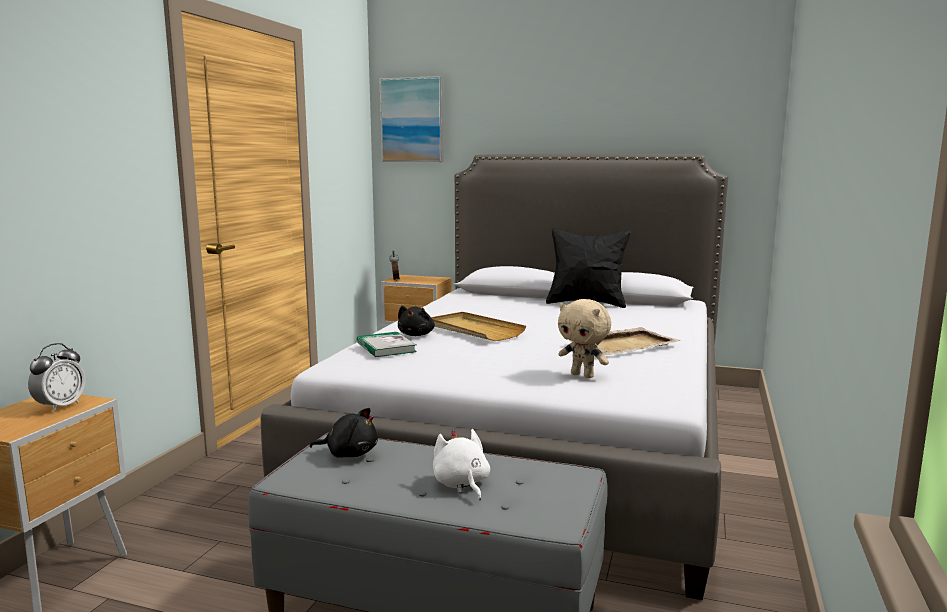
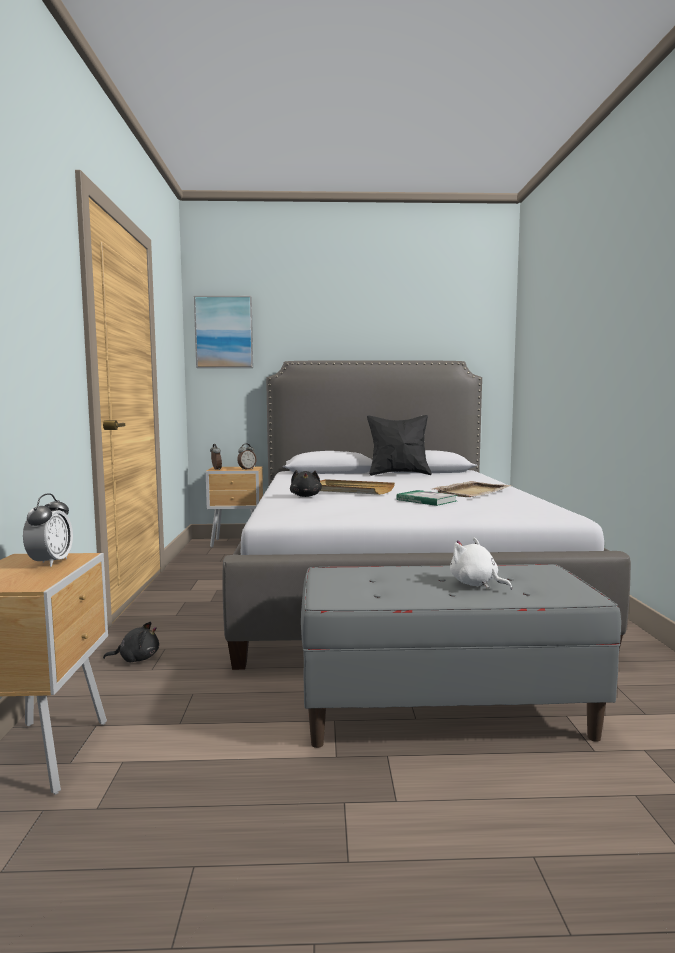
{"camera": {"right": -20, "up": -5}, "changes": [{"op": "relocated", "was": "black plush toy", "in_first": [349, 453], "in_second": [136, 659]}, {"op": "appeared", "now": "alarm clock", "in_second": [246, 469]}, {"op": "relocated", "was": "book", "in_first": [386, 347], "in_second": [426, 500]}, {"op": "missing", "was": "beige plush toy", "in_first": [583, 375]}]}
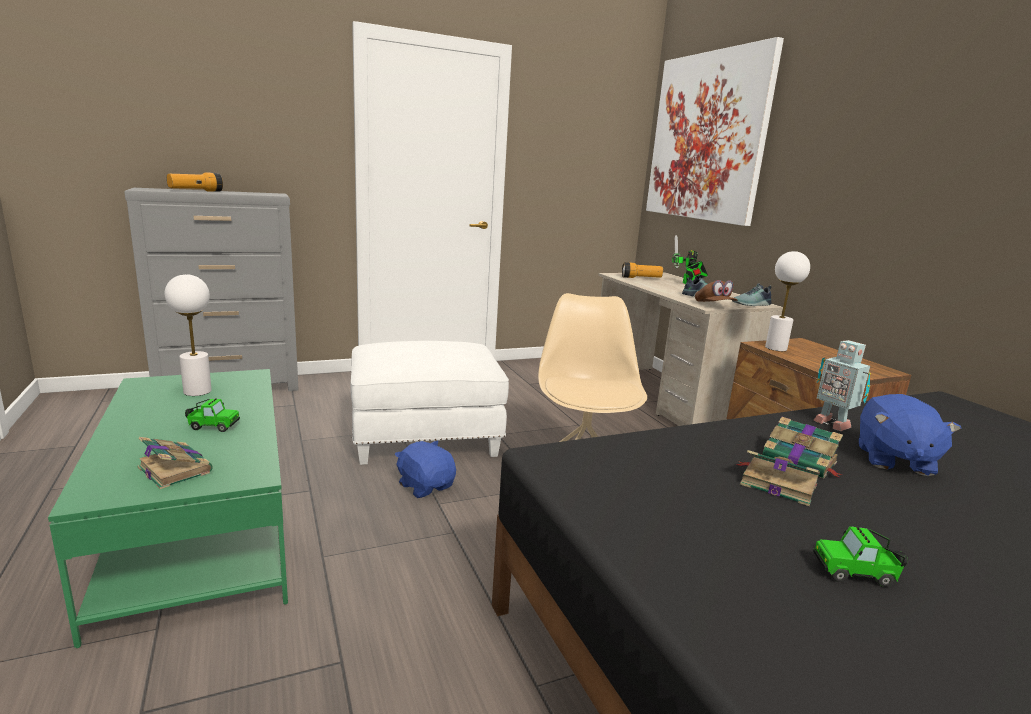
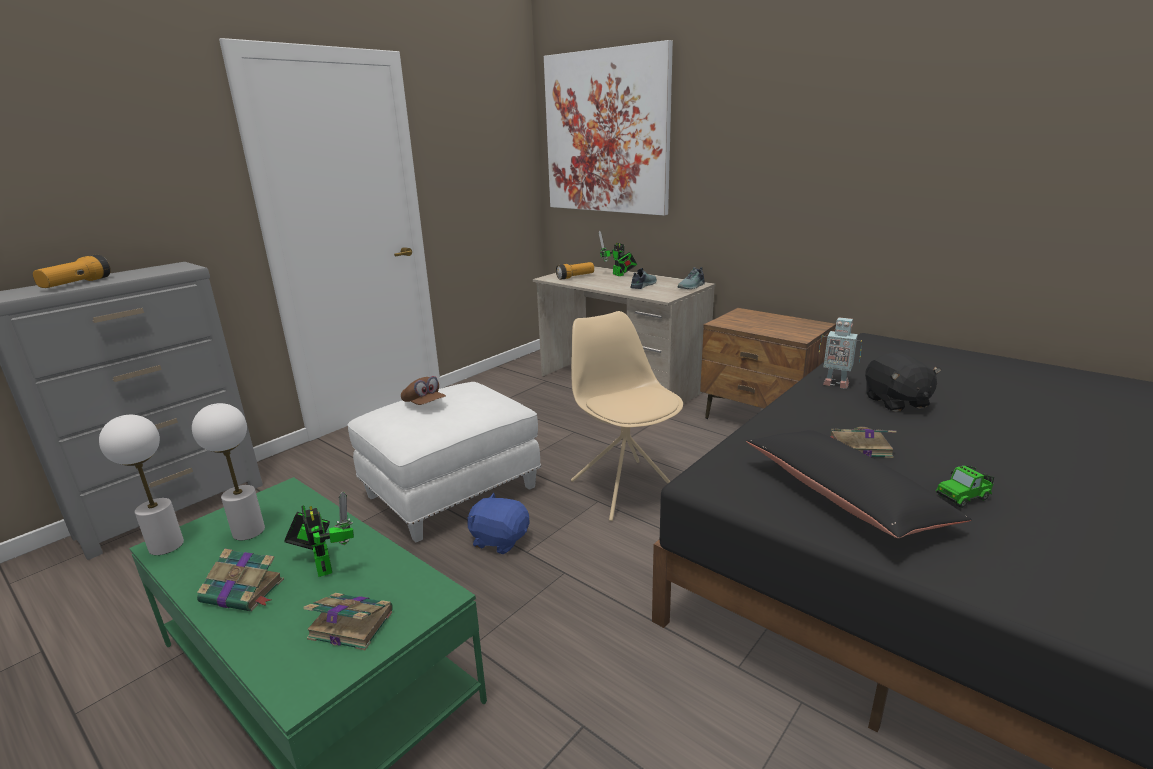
{"camera": {"right": -25, "up": 5}, "changes": [{"op": "relocated", "was": "white table lamp", "in_first": [775, 348], "in_second": [166, 545]}, {"op": "relocated", "was": "book", "in_first": [800, 461], "in_second": [244, 591]}, {"op": "exchanged", "was": "toy car", "now": "toy robot", "in_first": [212, 426], "in_second": [323, 564]}, {"op": "relocated", "was": "brown cap", "in_first": [714, 305], "in_second": [424, 404]}, {"op": "appeared", "now": "black pillow", "in_second": [844, 497]}, {"op": "colour", "was": "blue plush toy", "now": "black plush toy", "in_first": [893, 460], "in_second": [896, 402]}]}
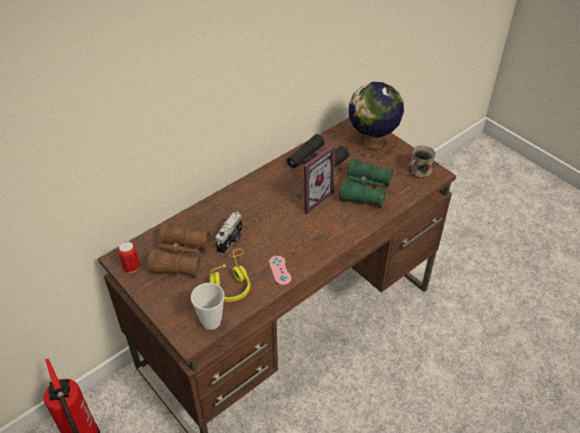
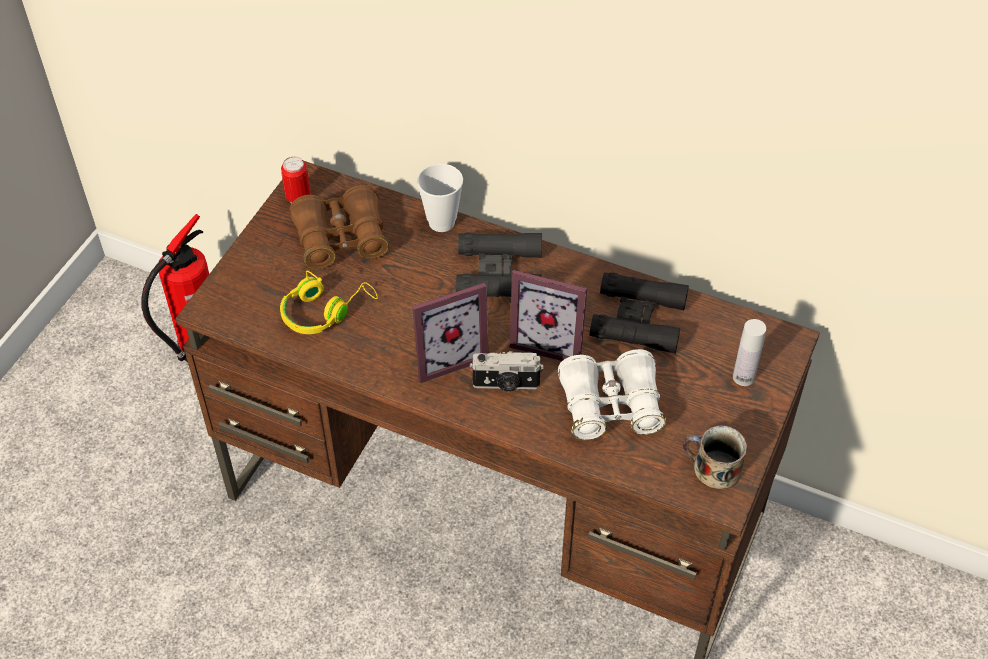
{"camera": {"right": 65, "up": 5}, "changes": [{"op": "appeared", "now": "picture frame", "in_second": [446, 355]}, {"op": "relocated", "was": "cup", "in_first": [211, 321], "in_second": [441, 222]}, {"op": "appeared", "now": "black binoculars", "in_second": [499, 273]}, {"op": "relocated", "was": "photo camera", "in_first": [231, 241], "in_second": [506, 384]}, {"op": "colour", "was": "green binoculars", "now": "white binoculars", "in_first": [365, 191], "in_second": [610, 406]}, {"op": "exchanged", "was": "globe", "now": "white bottle", "in_first": [372, 142], "in_second": [743, 377]}, {"op": "missing", "was": "pink game controller", "in_first": [280, 270]}]}
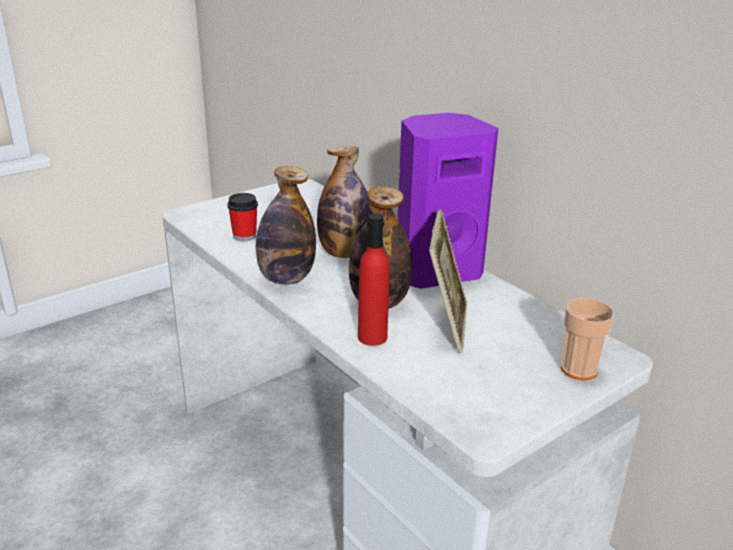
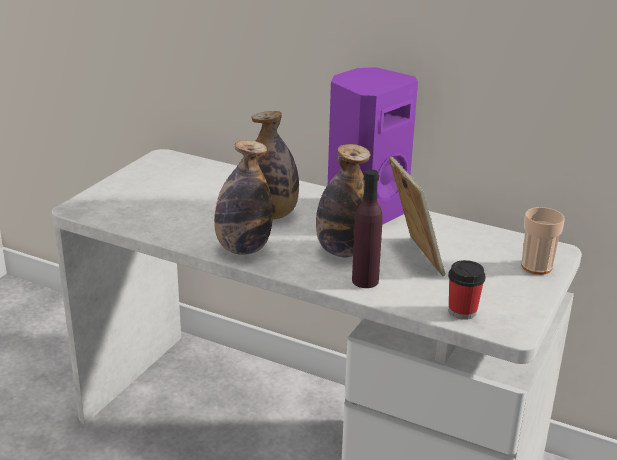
{"camera": {"right": -25, "up": 0}, "changes": [{"op": "colour", "was": "red bottle", "now": "purple bottle", "in_first": [372, 337], "in_second": [365, 281]}, {"op": "relocated", "was": "cup", "in_first": [244, 236], "in_second": [462, 311]}]}
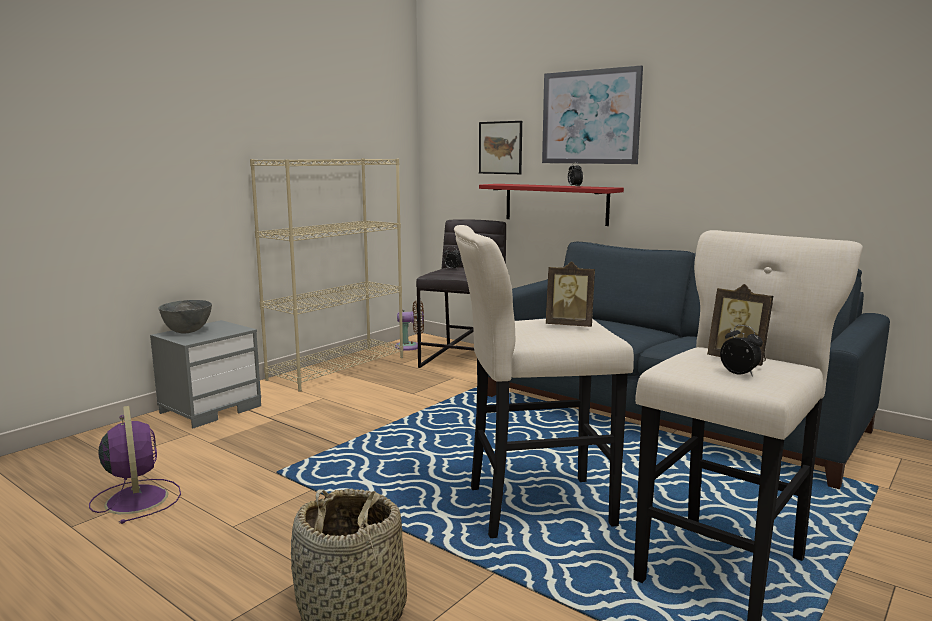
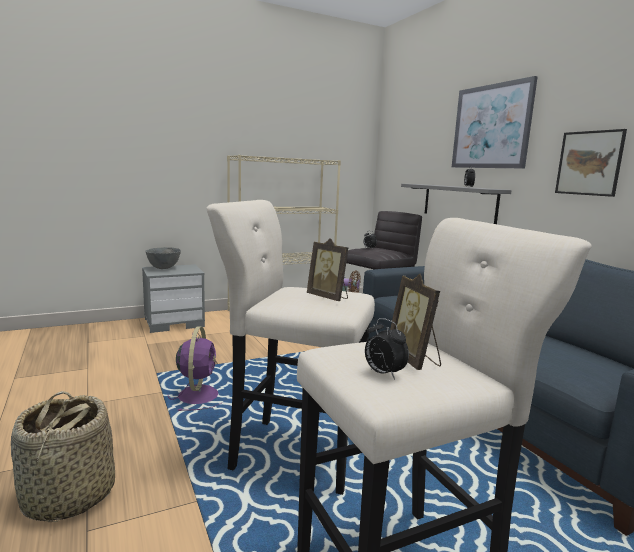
{"camera": {"right": 25, "up": 0}, "changes": [{"op": "relocated", "was": "purple fan", "in_first": [136, 499], "in_second": [198, 394]}, {"op": "spun", "was": "alarm clock", "in_first": [740, 374], "in_second": [383, 373], "clockwise": 150}, {"op": "colour", "was": "red shelf", "now": "grey shelf", "in_first": [555, 204], "in_second": [459, 202]}, {"op": "relocated", "was": "picture", "in_first": [500, 147], "in_second": [589, 163]}]}
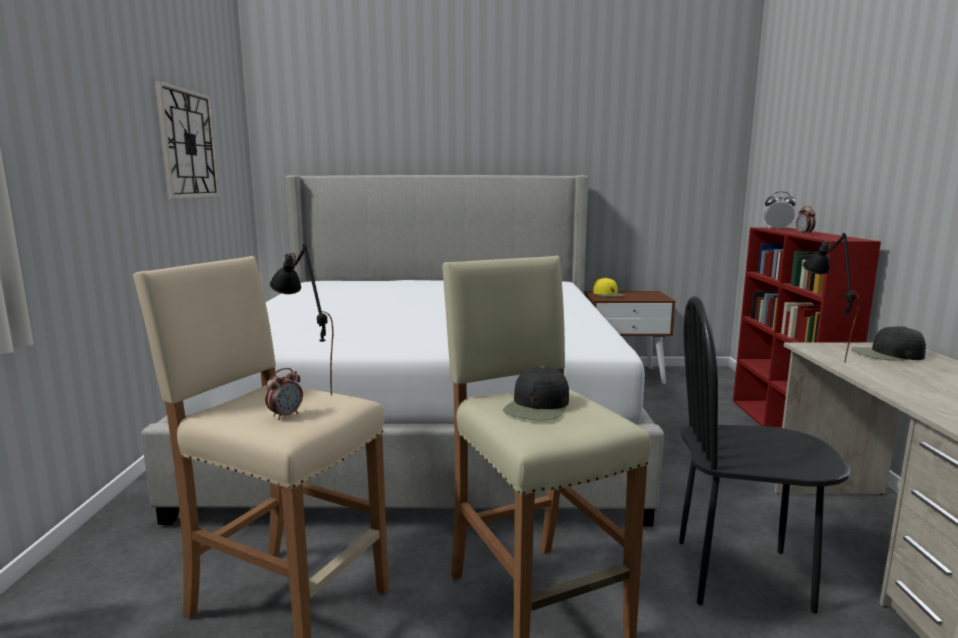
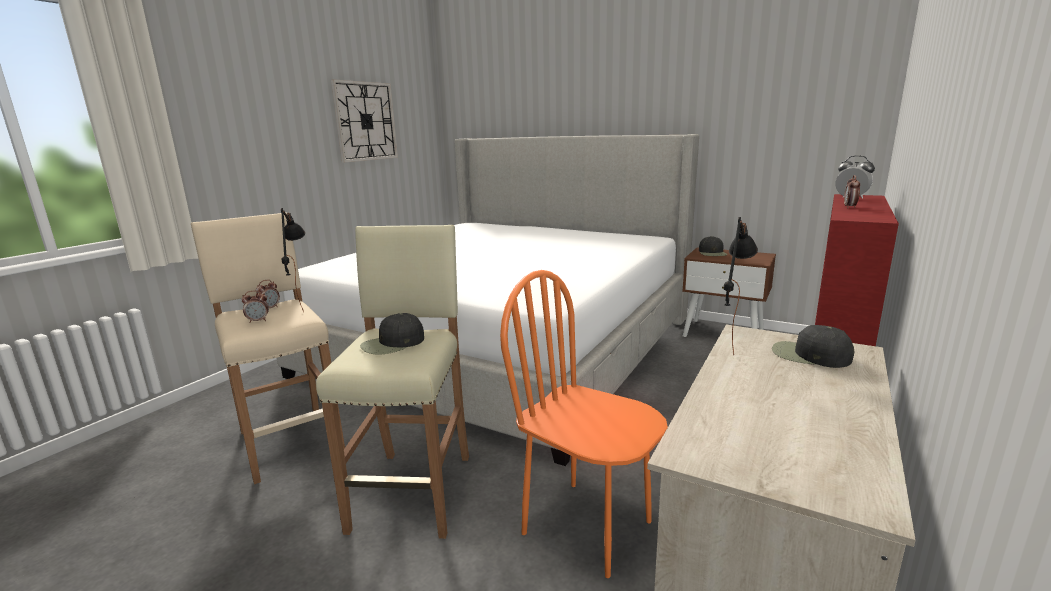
{"camera": {"right": 30, "up": 5}, "changes": [{"op": "appeared", "now": "alarm clock", "in_second": [270, 308]}, {"op": "colour", "was": "black chair", "now": "orange chair", "in_first": [741, 575], "in_second": [587, 526]}, {"op": "colour", "was": "yellow cap", "now": "black cap", "in_first": [608, 294], "in_second": [712, 253]}]}
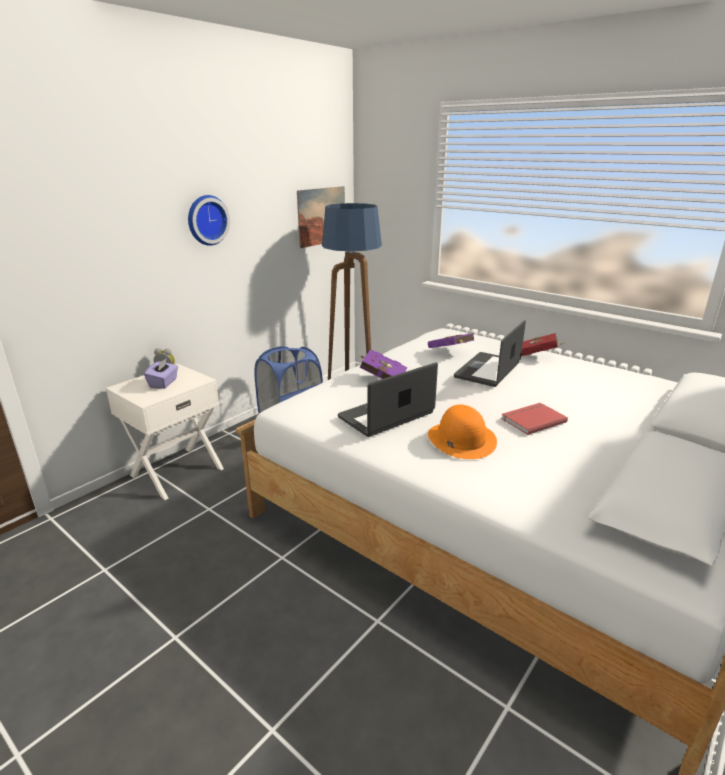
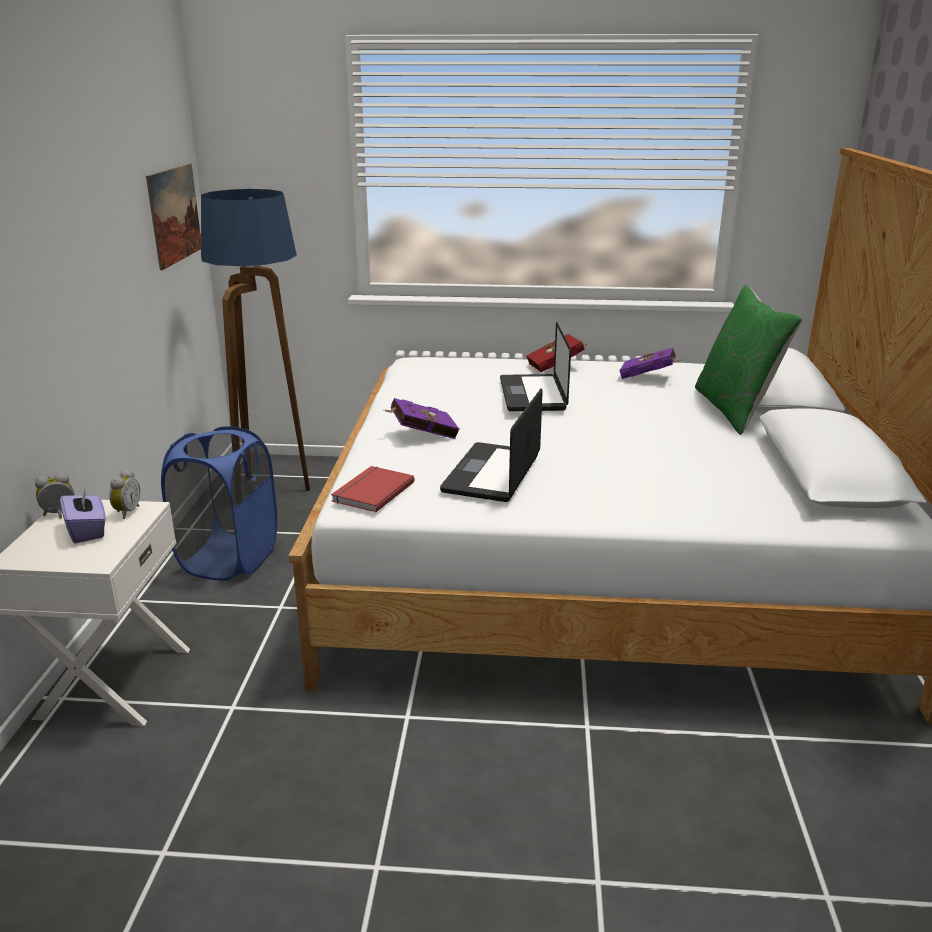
{"camera": {"right": -35, "up": 0}, "changes": [{"op": "appeared", "now": "alarm clock", "in_second": [126, 512]}, {"op": "relocated", "was": "red book", "in_first": [532, 420], "in_second": [371, 491]}, {"op": "relocated", "was": "purple book", "in_first": [450, 352], "in_second": [649, 378]}, {"op": "appeared", "now": "green pillow", "in_second": [735, 410]}, {"op": "missing", "was": "wall clock", "in_first": [206, 220]}, {"op": "missing", "was": "orange hat", "in_first": [461, 439]}]}
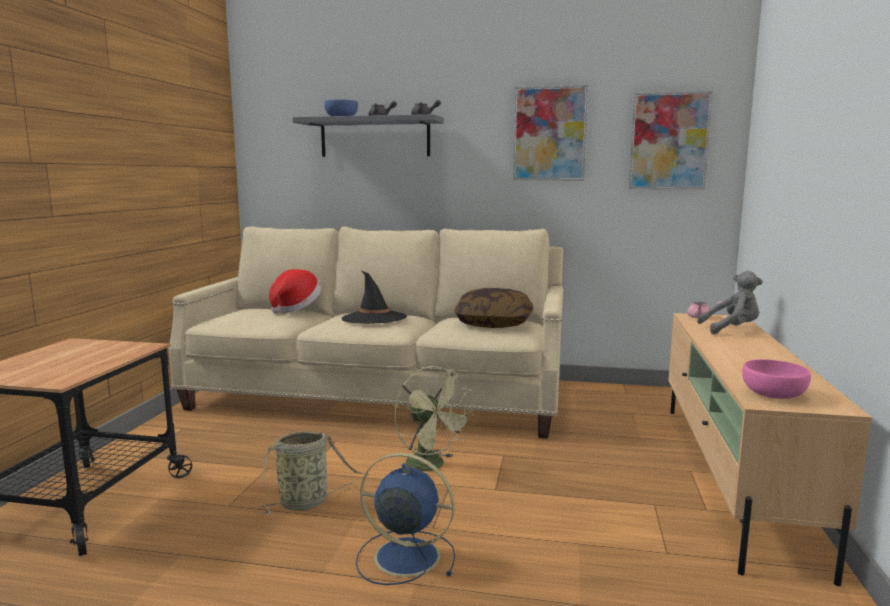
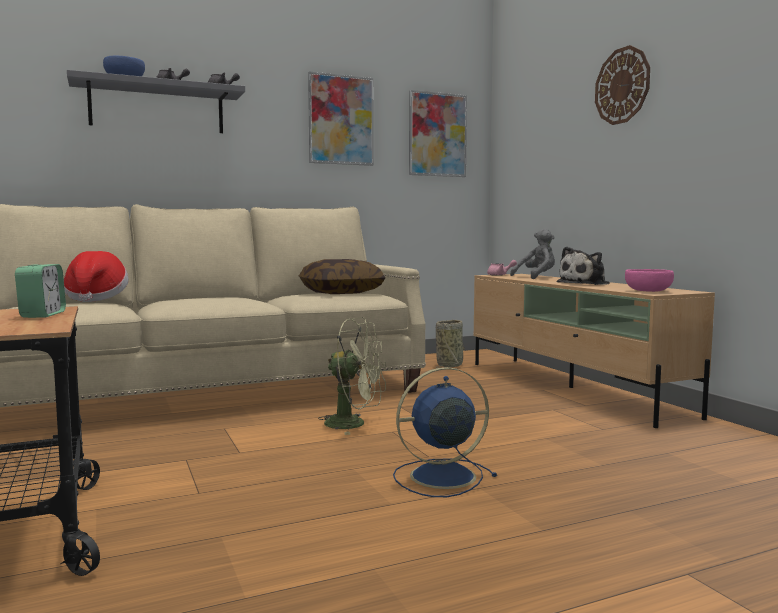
{"camera": {"right": -35, "up": -5}, "changes": [{"op": "appeared", "now": "alarm clock", "in_second": [42, 315]}, {"op": "relocated", "was": "basket", "in_first": [307, 503], "in_second": [450, 365]}, {"op": "appeared", "now": "plush toy", "in_second": [585, 284]}, {"op": "appeared", "now": "wall clock", "in_second": [622, 86]}, {"op": "missing", "was": "black hat", "in_first": [374, 318]}]}
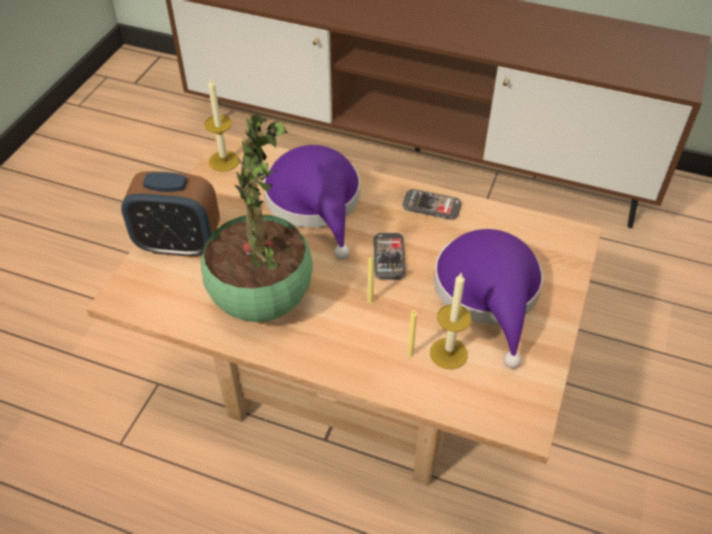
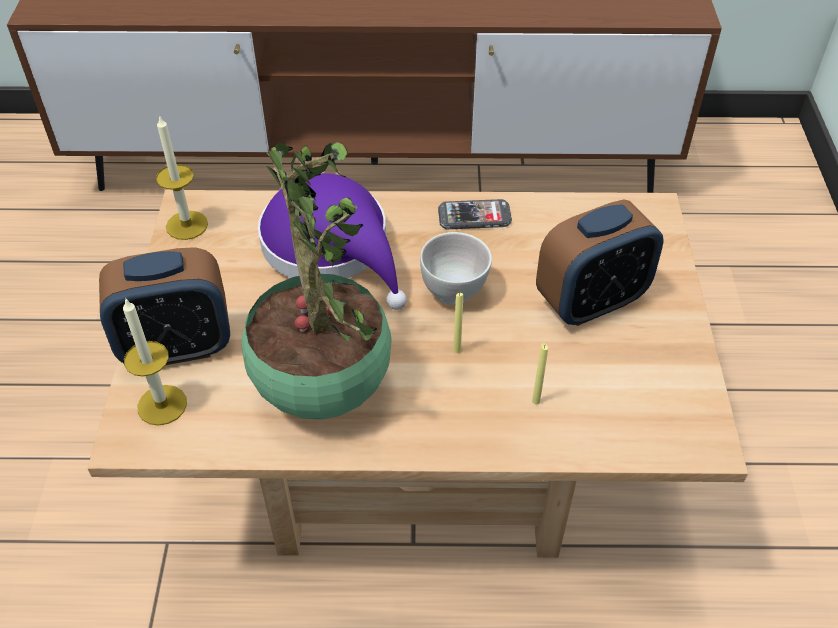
{"camera": {"right": -20, "up": 0}, "changes": [{"op": "relocated", "was": "candle", "in_first": [448, 353], "in_second": [162, 405]}, {"op": "exchanged", "was": "phone", "now": "white bowl", "in_first": [389, 257], "in_second": [454, 291]}, {"op": "exchanged", "was": "purple hat", "now": "alarm clock", "in_first": [489, 293], "in_second": [591, 302]}]}
